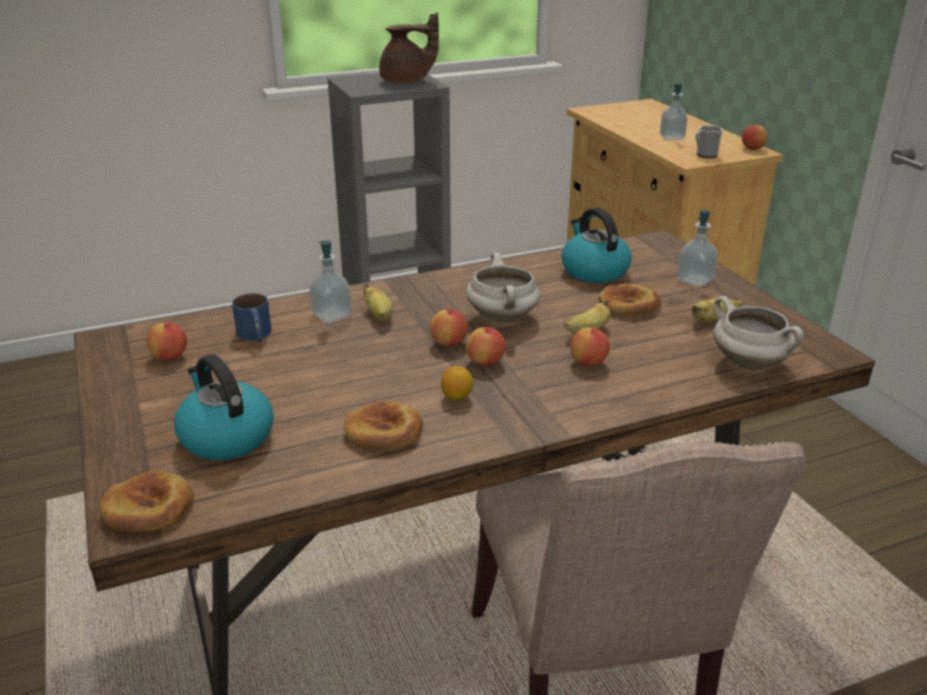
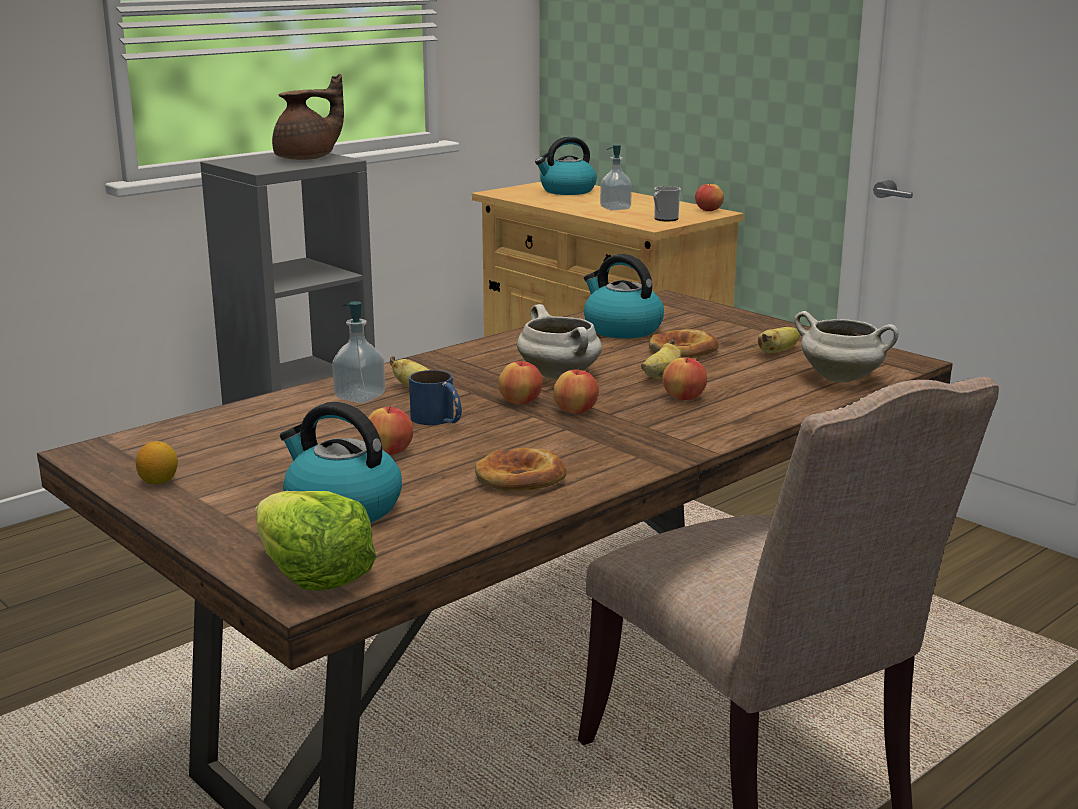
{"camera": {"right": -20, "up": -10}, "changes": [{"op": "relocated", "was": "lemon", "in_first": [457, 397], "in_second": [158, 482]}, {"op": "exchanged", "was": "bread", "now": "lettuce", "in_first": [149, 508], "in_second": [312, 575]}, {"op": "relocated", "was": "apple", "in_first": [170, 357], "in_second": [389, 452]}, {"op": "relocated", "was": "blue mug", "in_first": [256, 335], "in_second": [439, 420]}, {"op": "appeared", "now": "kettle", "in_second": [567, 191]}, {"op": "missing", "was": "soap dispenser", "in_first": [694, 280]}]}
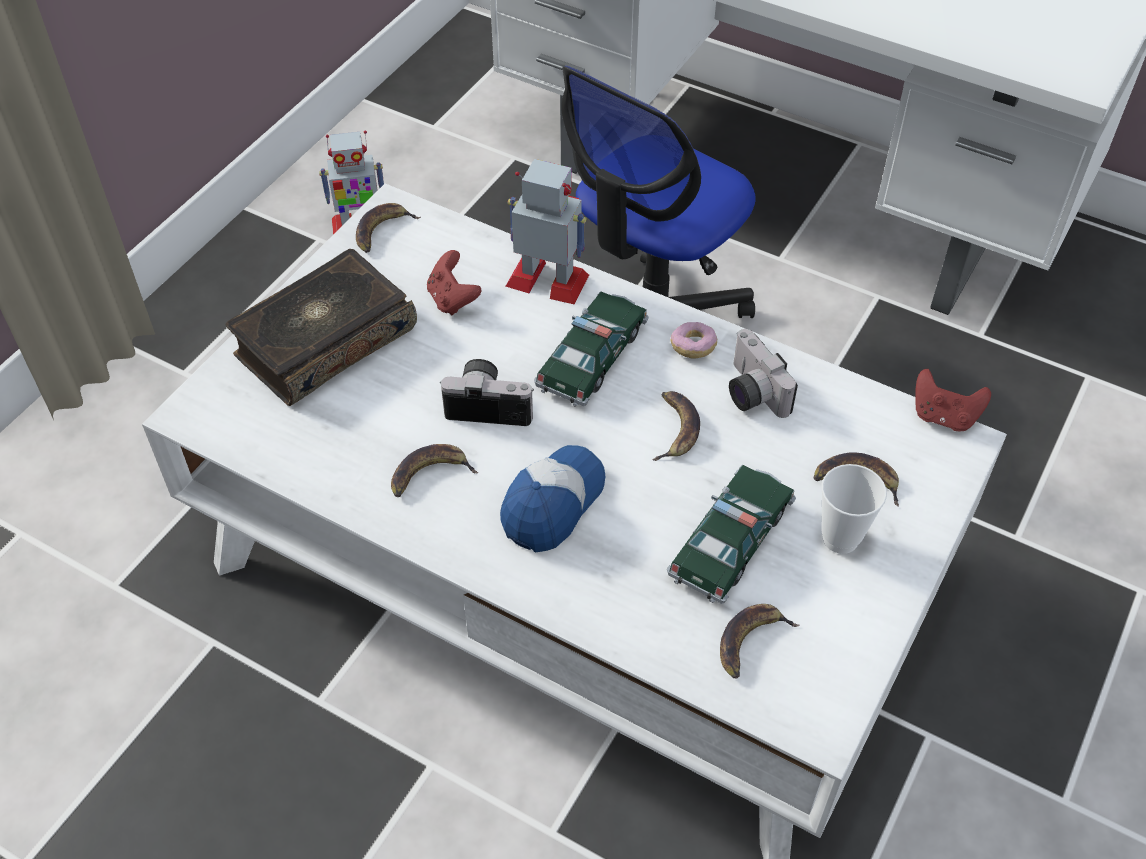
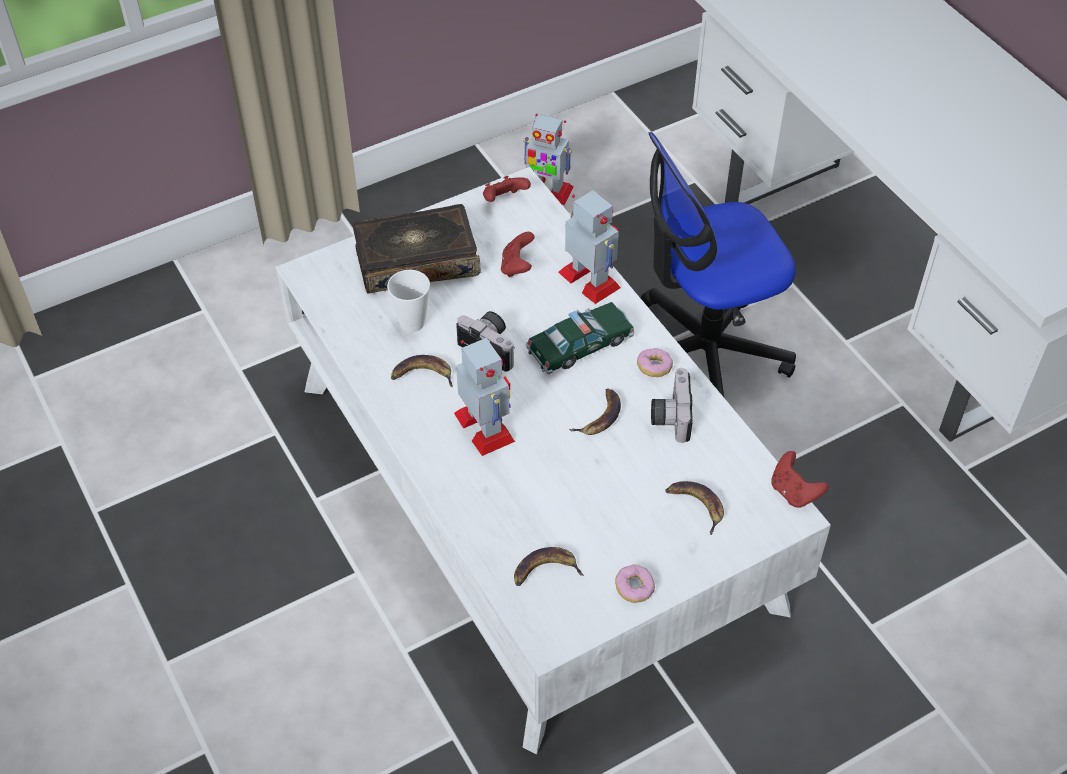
{"camera": {"right": 30, "up": 0}, "changes": [{"op": "relocated", "was": "cup", "in_first": [840, 538], "in_second": [412, 323]}, {"op": "exchanged", "was": "cap", "now": "toy robot", "in_first": [552, 503], "in_second": [485, 428]}, {"op": "exchanged", "was": "banana", "now": "red game controller", "in_first": [382, 231], "in_second": [504, 200]}, {"op": "appeared", "now": "donut", "in_second": [634, 588]}, {"op": "missing", "was": "toy car", "in_first": [731, 542]}]}
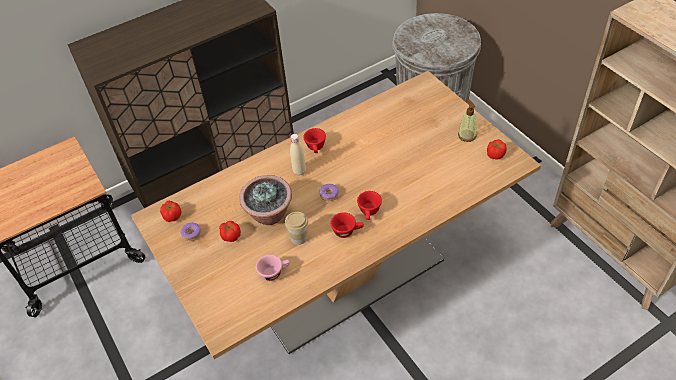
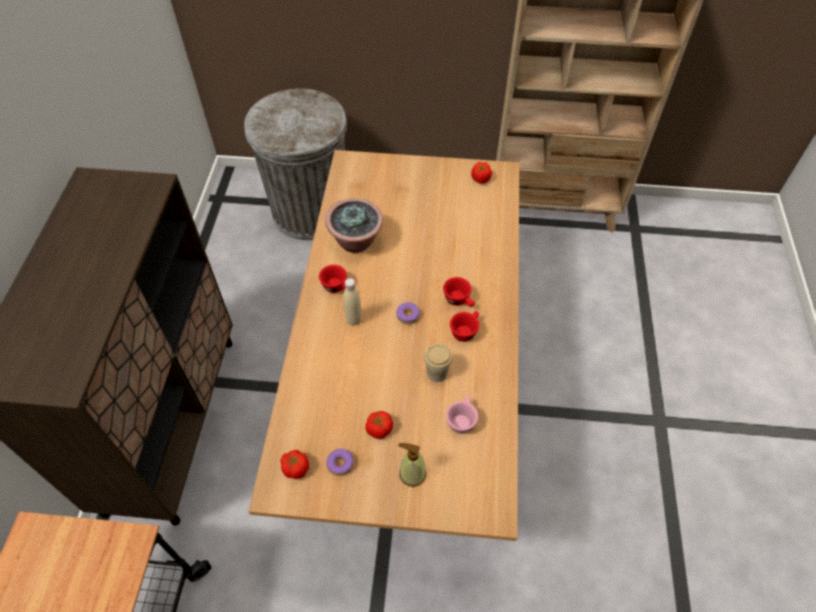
{"camera": {"right": -55, "up": 5}, "changes": [{"op": "relocated", "was": "potted plant", "in_first": [269, 215], "in_second": [356, 242]}, {"op": "relocated", "was": "soap dispenser", "in_first": [467, 135], "in_second": [412, 474]}]}
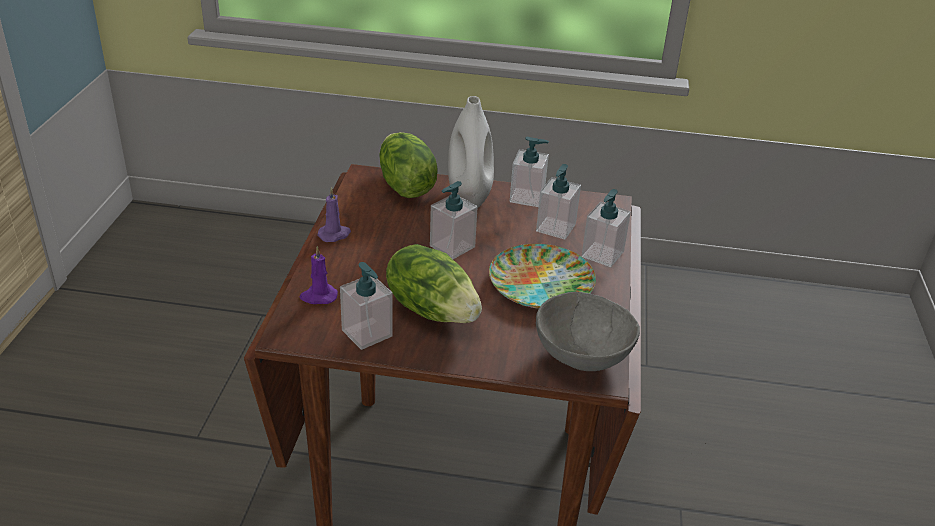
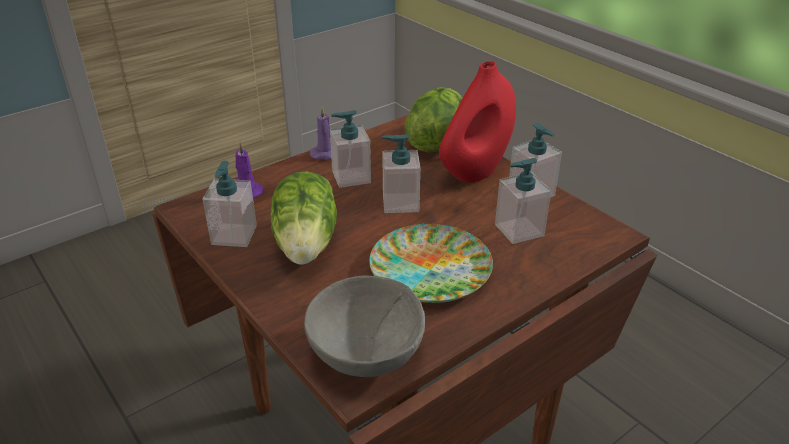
{"camera": {"right": 45, "up": 0}, "changes": [{"op": "relocated", "was": "soap dispenser", "in_first": [602, 254], "in_second": [351, 177]}, {"op": "colour", "was": "white vase", "now": "red vase", "in_first": [469, 198], "in_second": [475, 172]}]}
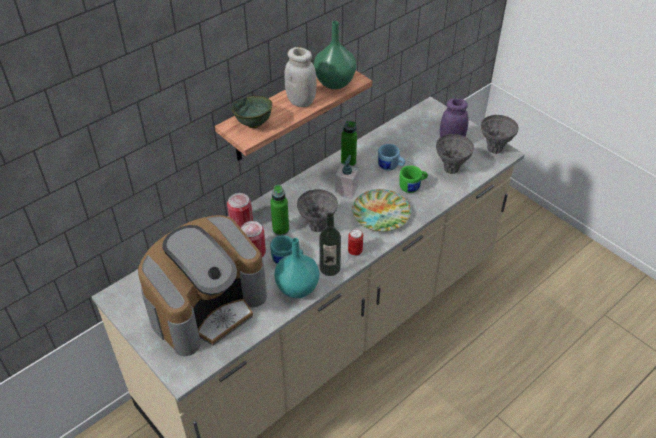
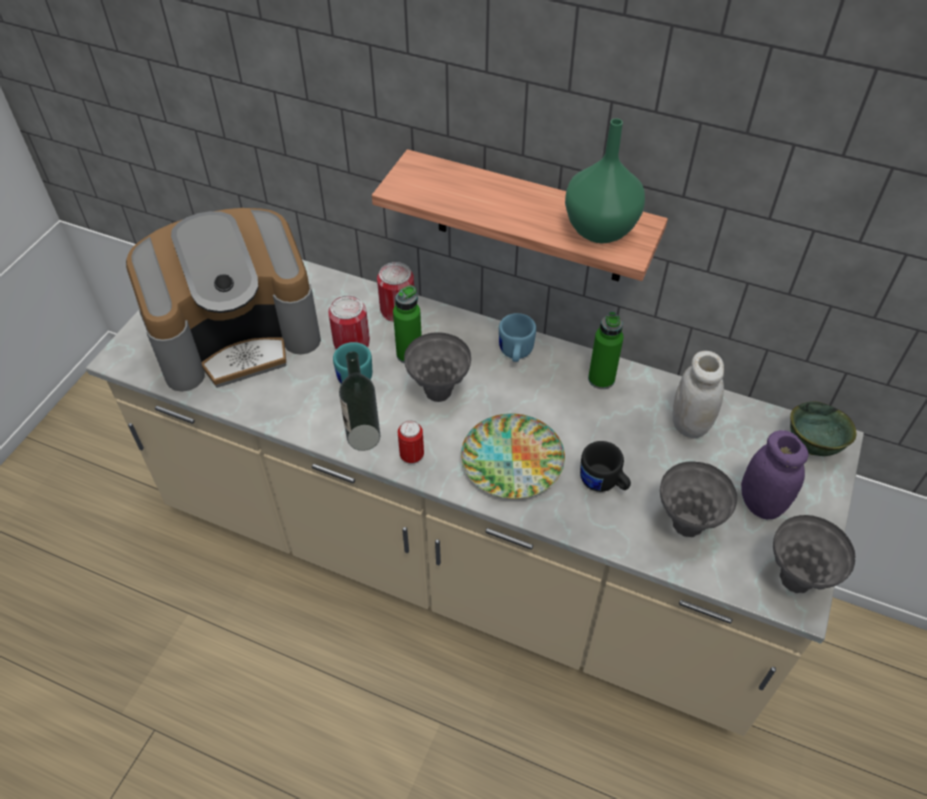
{"camera": {"right": 65, "up": 5}, "changes": [{"op": "spun", "was": "coffee machine", "in_first": [207, 305], "in_second": [237, 335], "clockwise": -45}, {"op": "relocated", "was": "blue mug", "in_first": [390, 167], "in_second": [515, 353]}, {"op": "colour", "was": "green mug", "now": "black mug", "in_first": [413, 187], "in_second": [603, 483]}, {"op": "relocated", "was": "white jar", "in_first": [301, 101], "in_second": [690, 424]}, {"op": "relocated", "was": "green bowl", "in_first": [253, 124], "in_second": [811, 445]}, {"op": "missing", "was": "turquoise vase", "in_first": [297, 289]}, {"op": "missing", "was": "soap dispenser", "in_first": [346, 191]}]}
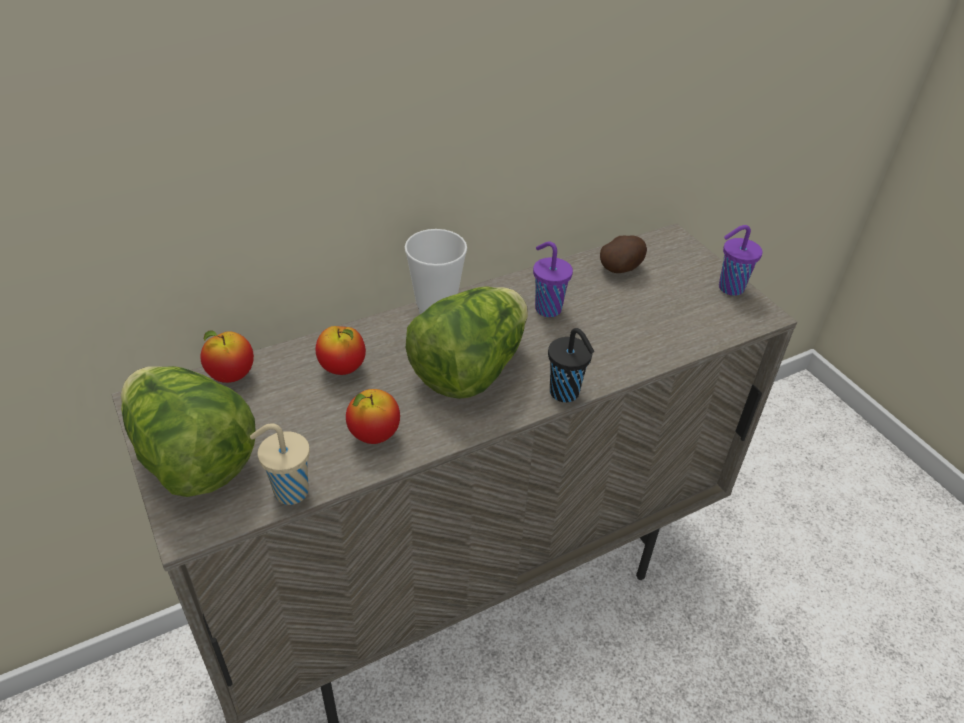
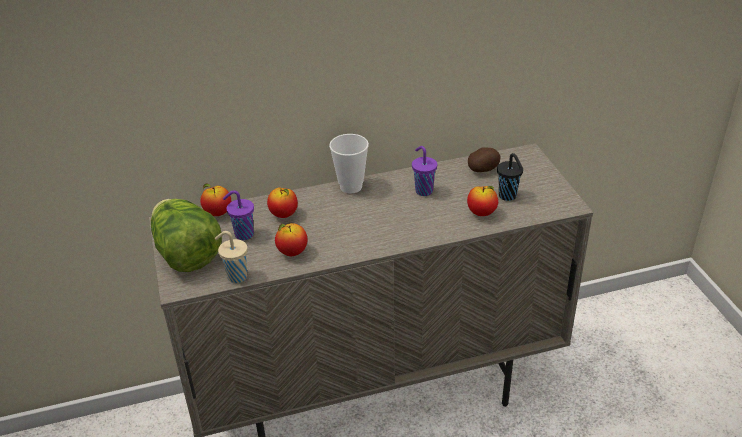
{"camera": {"right": 15, "up": -5}, "changes": [{"op": "relocated", "was": "purple cup", "in_first": [729, 288], "in_second": [243, 235]}, {"op": "appeared", "now": "apple", "in_second": [481, 213]}, {"op": "relocated", "was": "black cup", "in_first": [566, 393], "in_second": [508, 196]}, {"op": "missing", "was": "lettuce", "in_first": [469, 370]}]}
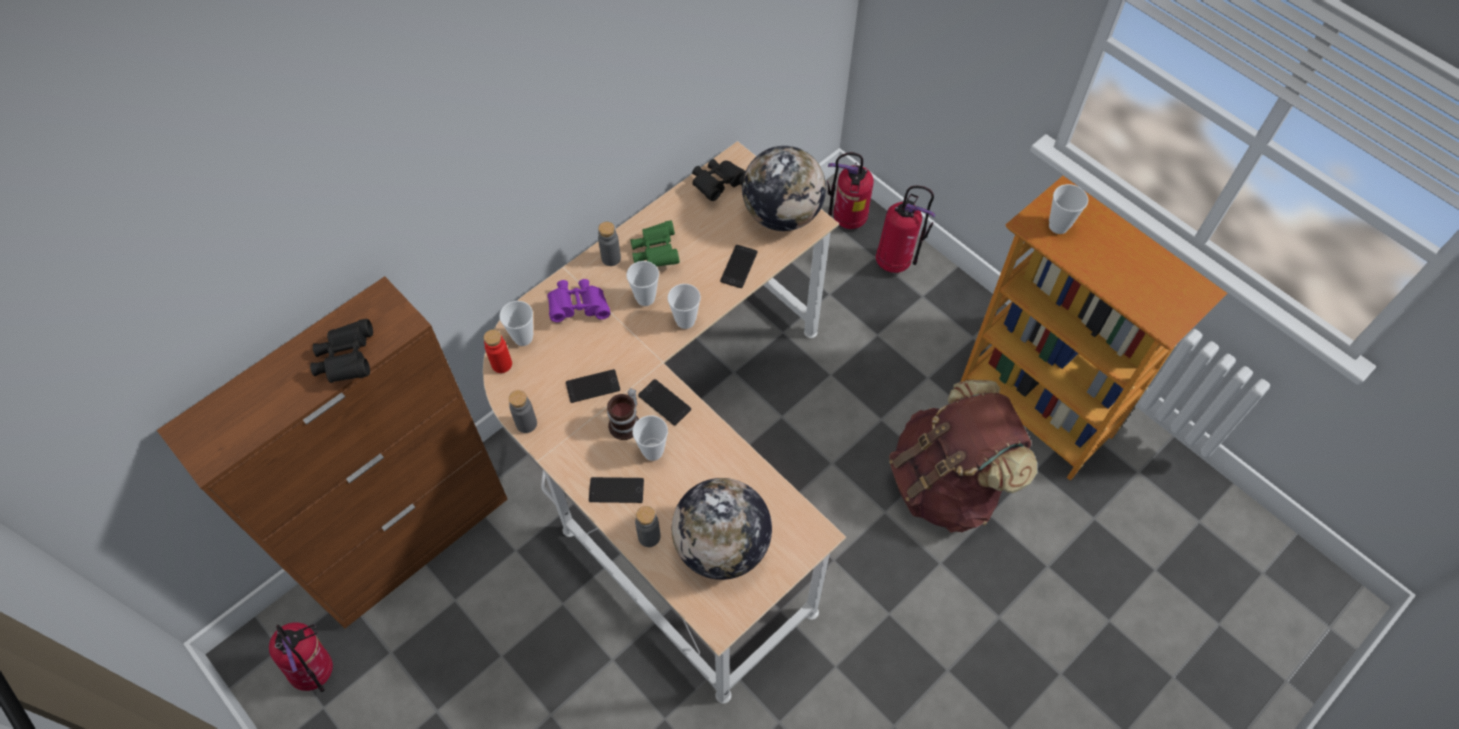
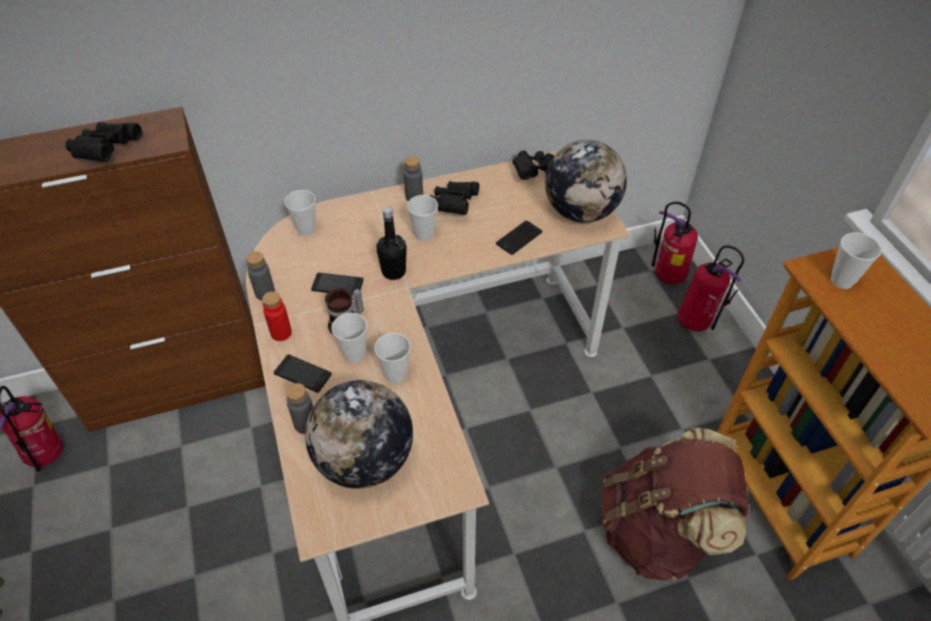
{"camera": {"right": 25, "up": -10}, "changes": [{"op": "relocated", "was": "red bottle", "in_first": [502, 364], "in_second": [281, 333]}, {"op": "relocated", "was": "cup", "in_first": [685, 321], "in_second": [395, 375]}, {"op": "appeared", "now": "black bottle", "in_second": [394, 272]}, {"op": "colour", "was": "green binoculars", "now": "black binoculars", "in_first": [656, 252], "in_second": [454, 205]}, {"op": "missing", "was": "purple binoculars", "in_first": [579, 307]}, {"op": "missing", "was": "phone", "in_first": [664, 402]}]}
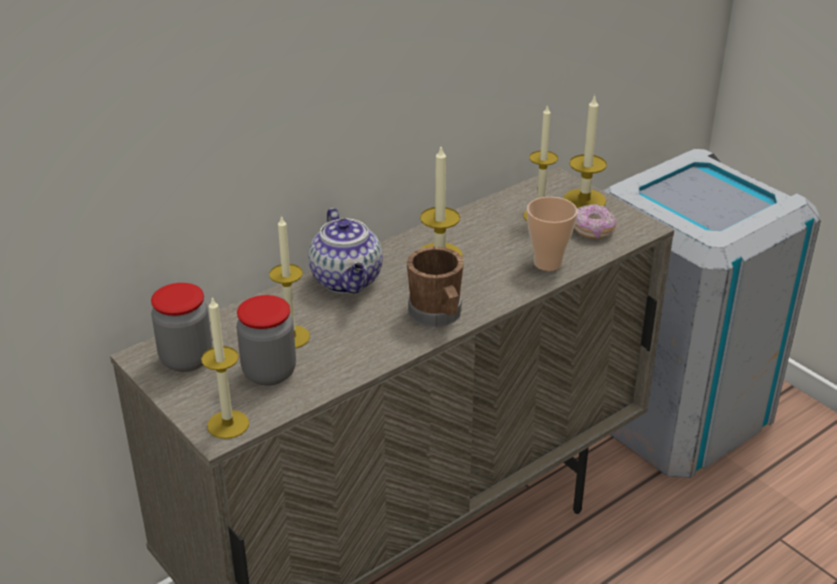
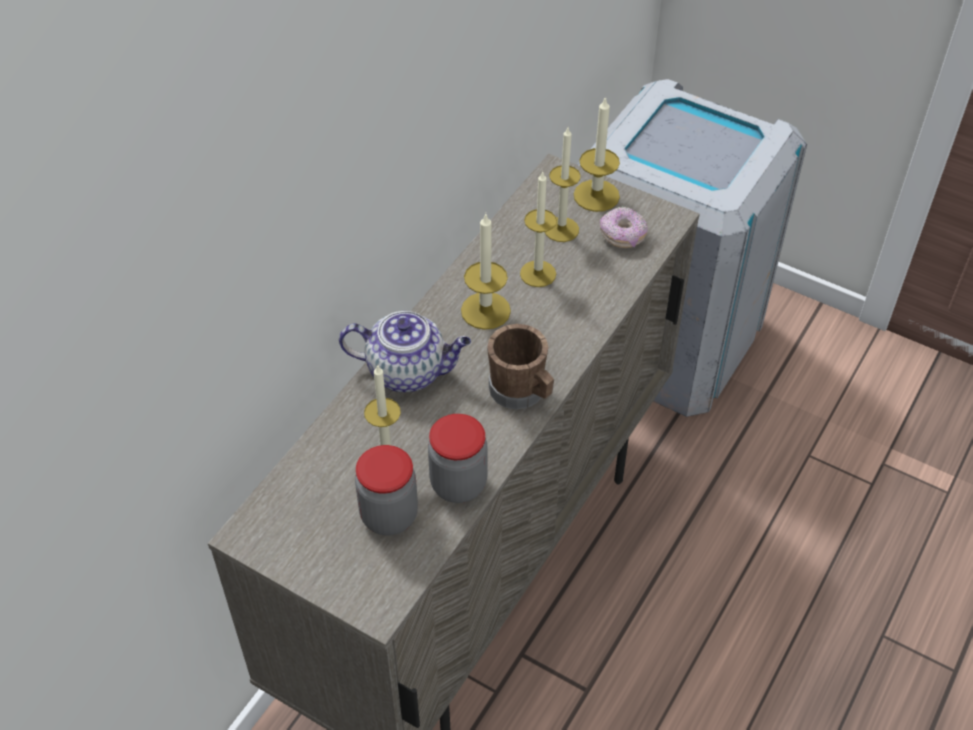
{"camera": {"right": -20, "up": 15}, "changes": [{"op": "spun", "was": "teapot", "in_first": [348, 281], "in_second": [408, 371], "clockwise": -45}, {"op": "relocated", "was": "jar", "in_first": [186, 359], "in_second": [458, 484]}, {"op": "relocated", "was": "candle", "in_first": [228, 424], "in_second": [538, 274]}, {"op": "missing", "was": "cup", "in_first": [547, 263]}]}
